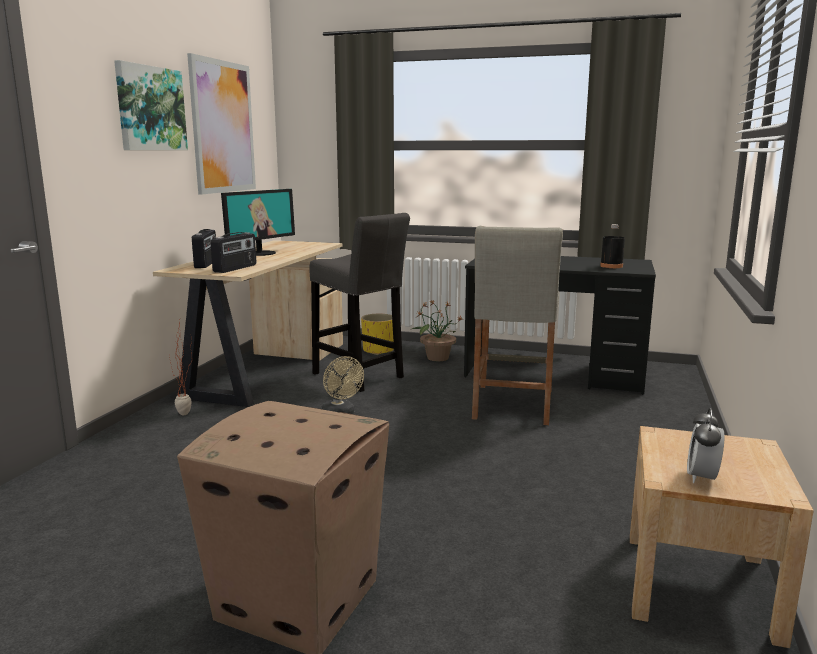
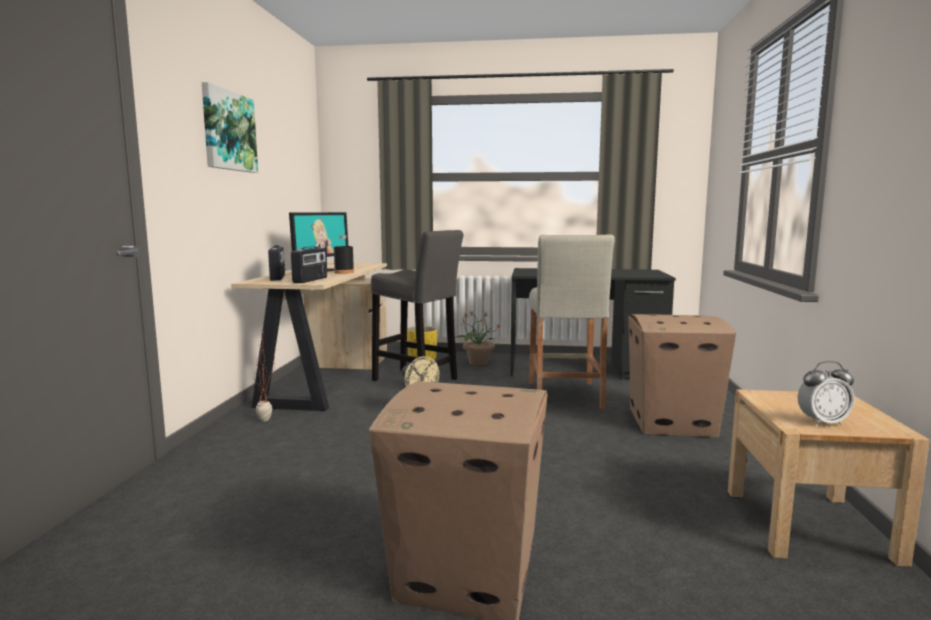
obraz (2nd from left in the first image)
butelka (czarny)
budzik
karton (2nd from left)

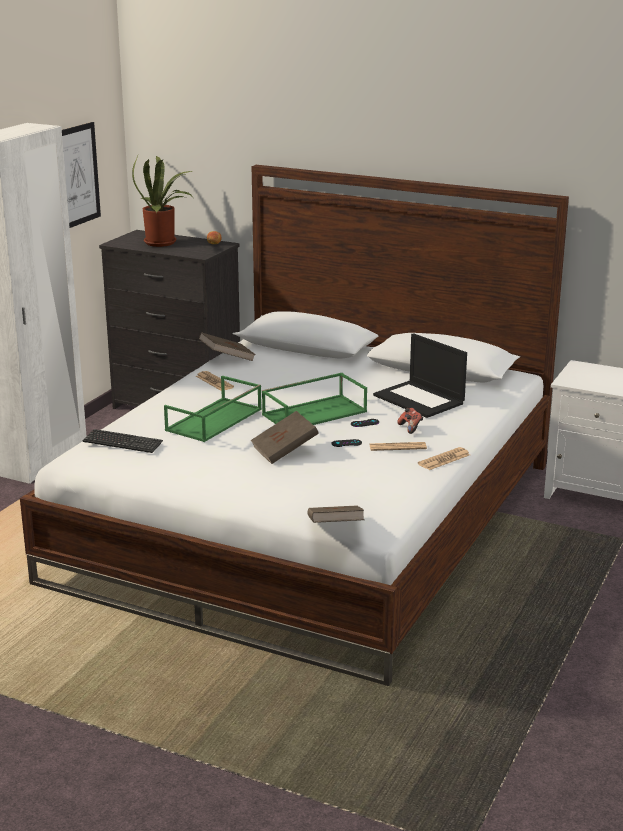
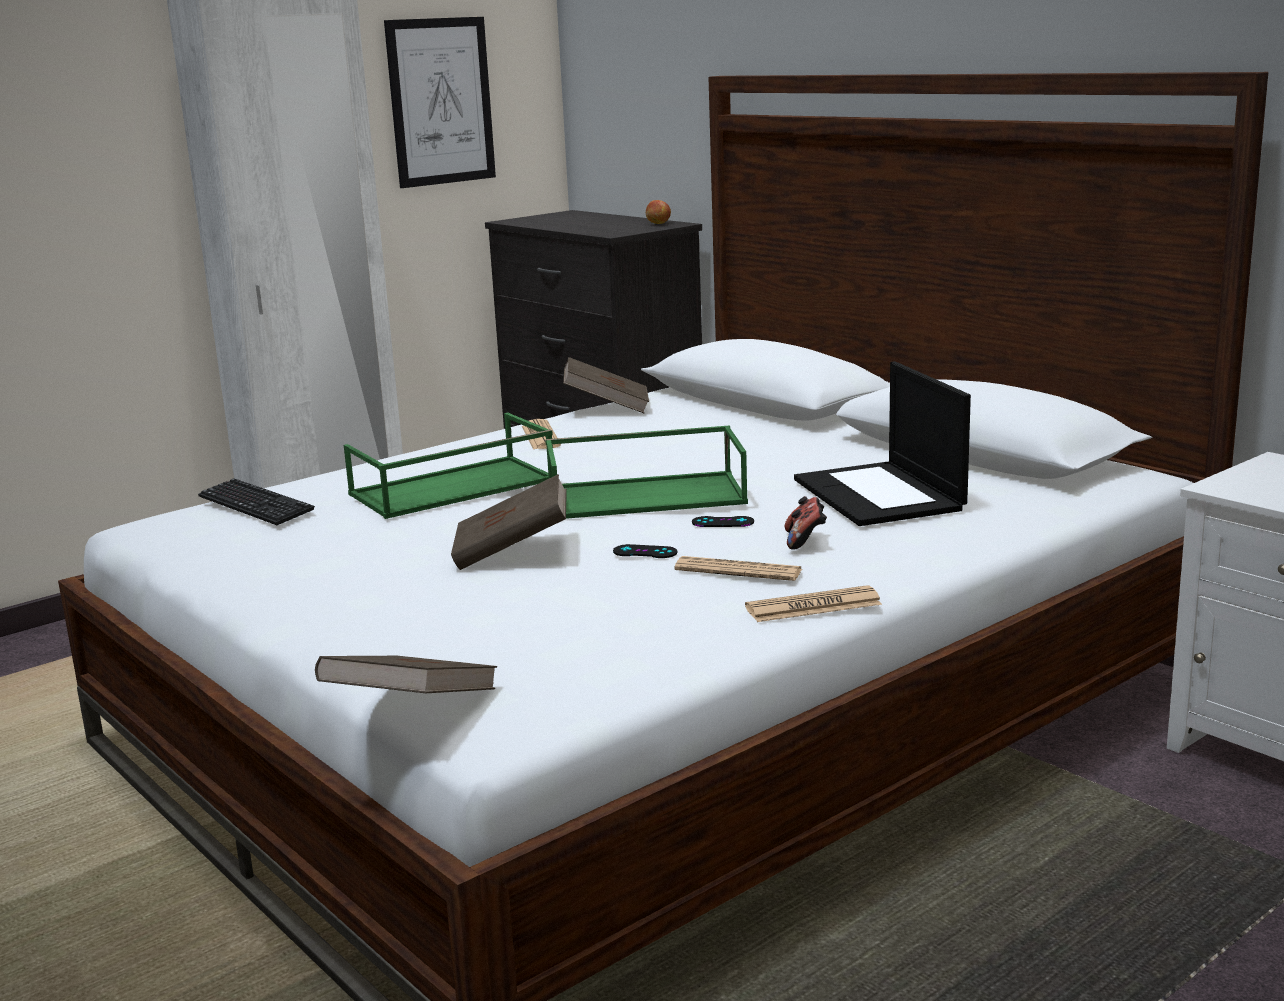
roślina doniczkowa

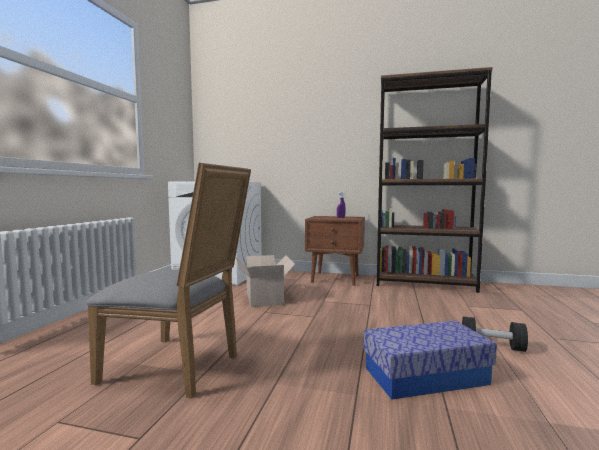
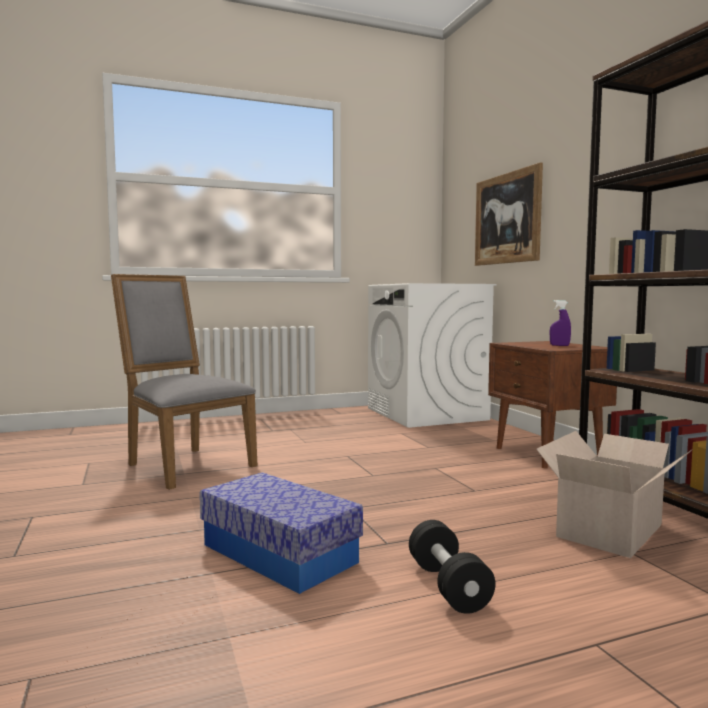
krzesło (szary)
karton
obraz

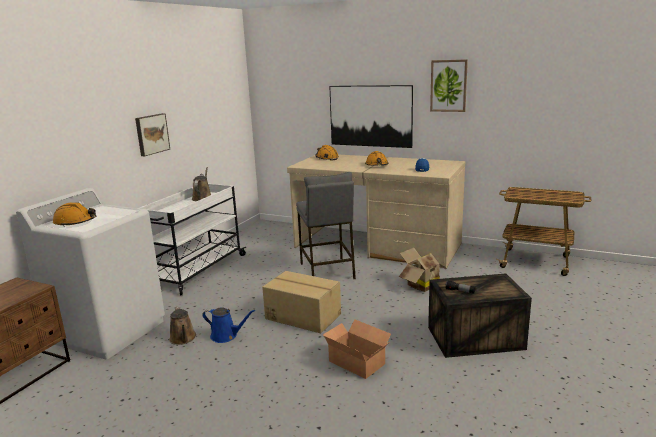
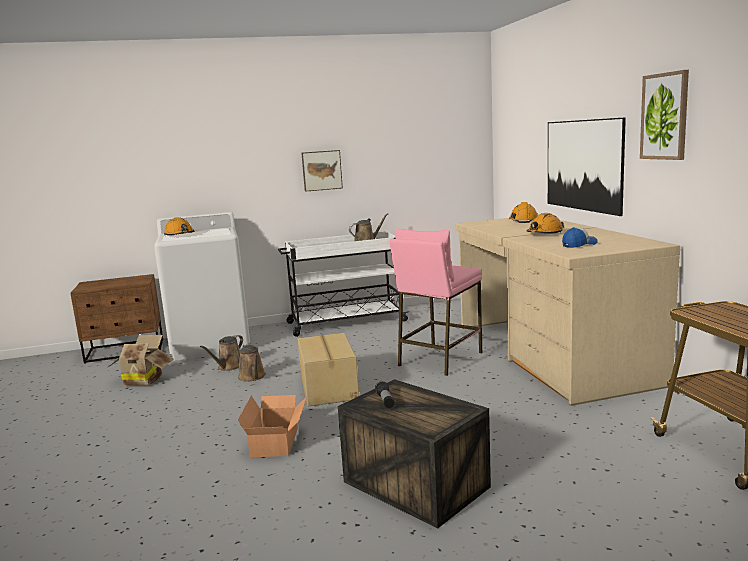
konewka (brązowy) (2nd from left)
stołek (różowy)
karton (1st from left)

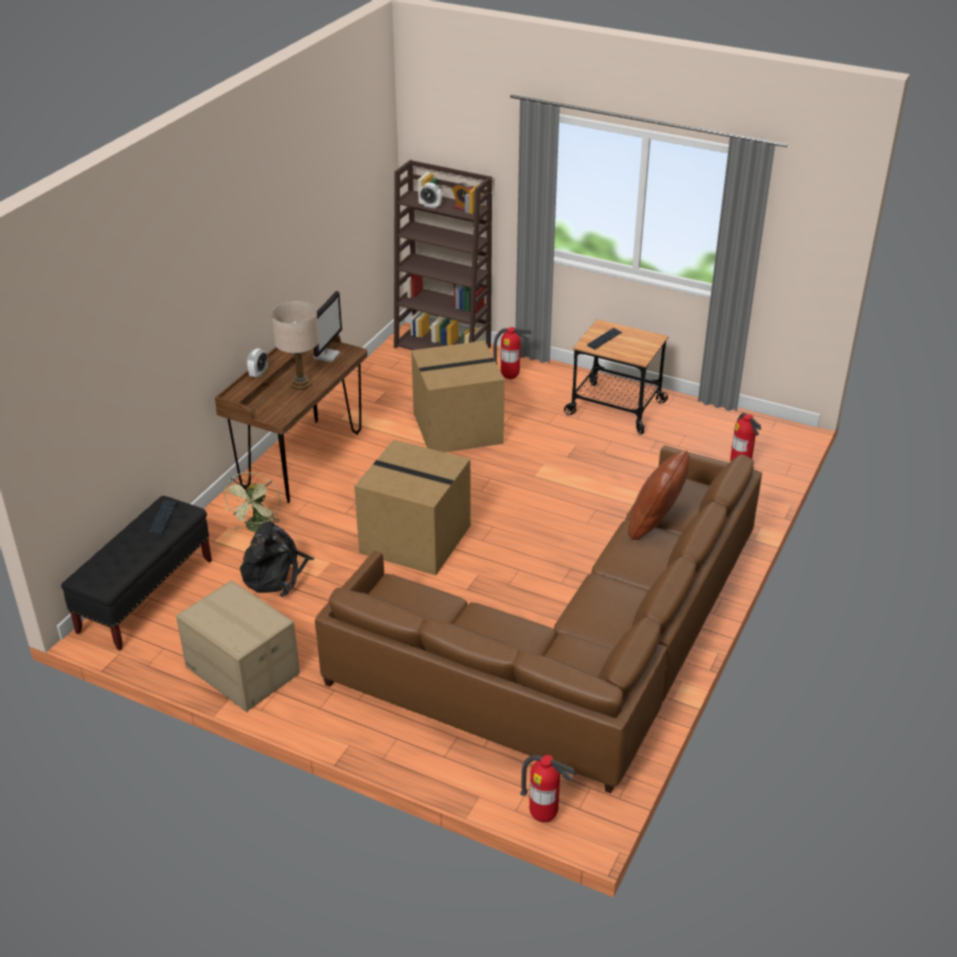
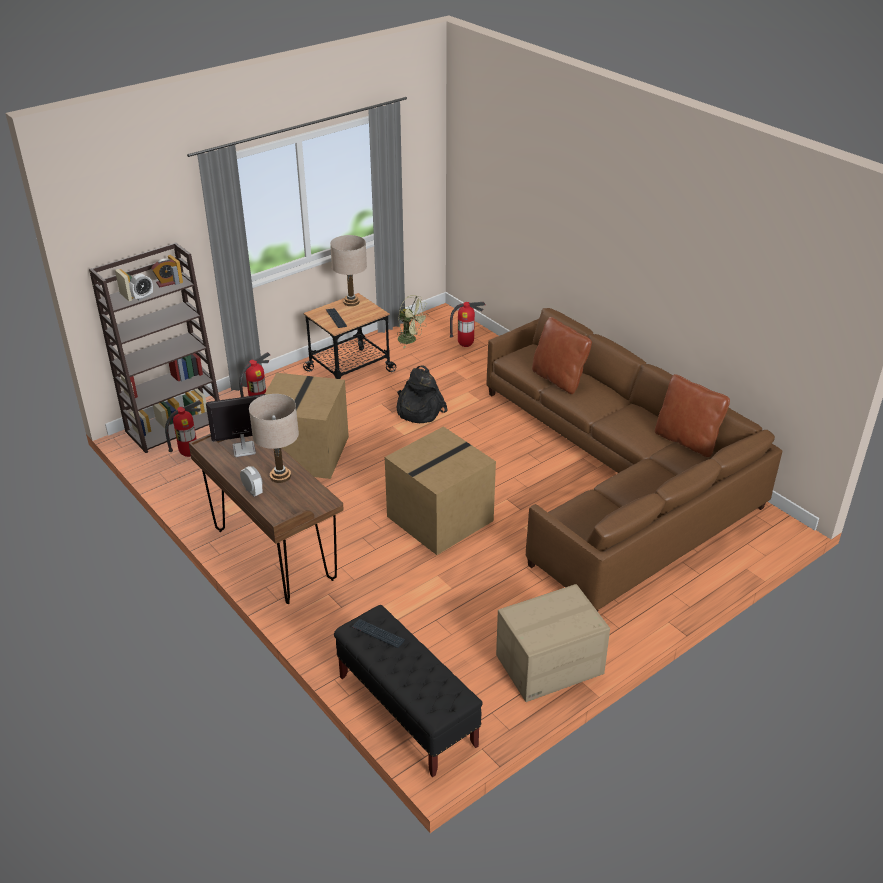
wentylator (zielony)
plecak (czarny)
monitor
gaśnica (1st from left)
lampa stołowa (beżowy) (2nd from left)
poduszka (brązowy) (2nd from left)

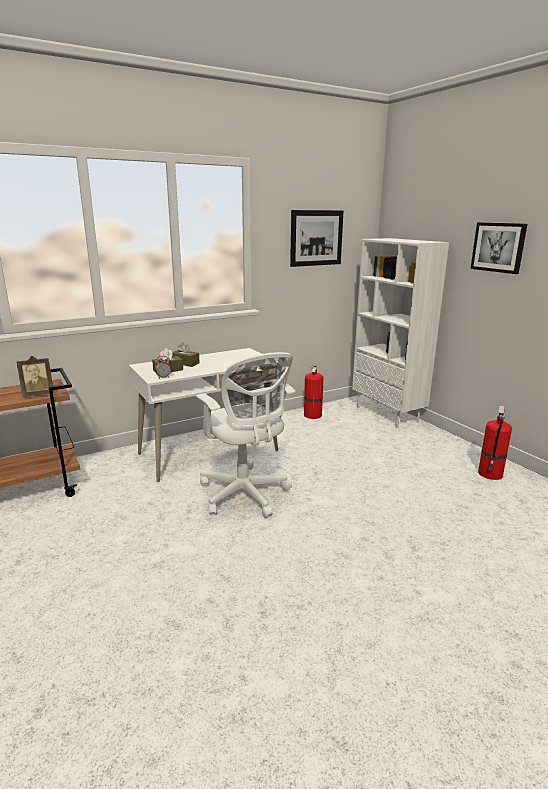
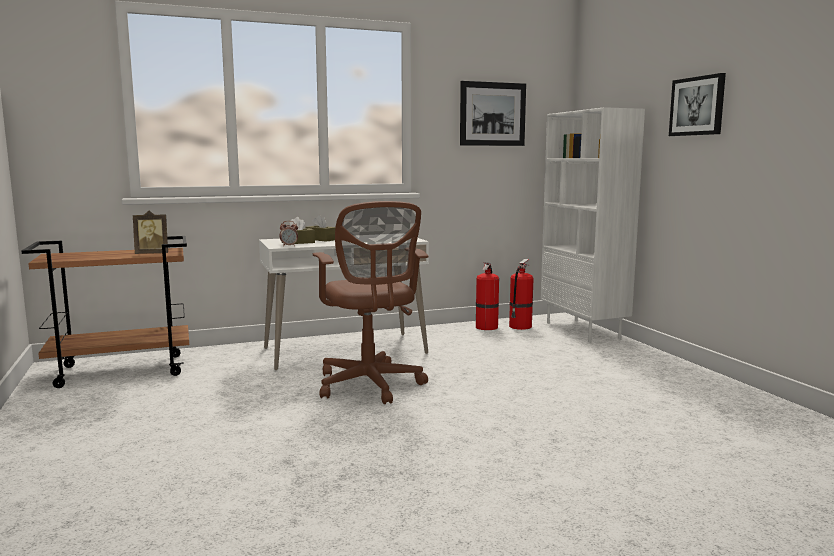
krzesło biurowe (brązowy)
gaśnica (2nd from left)

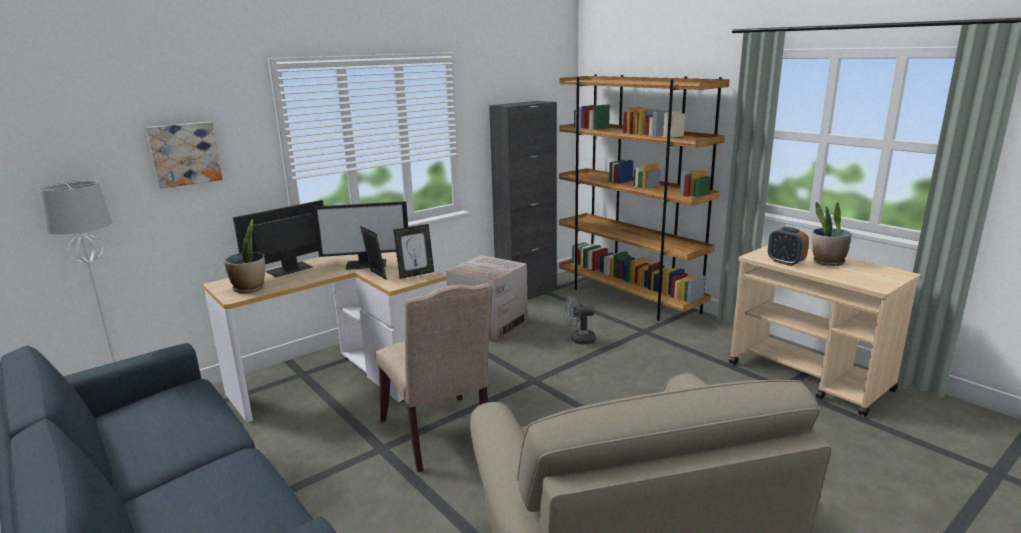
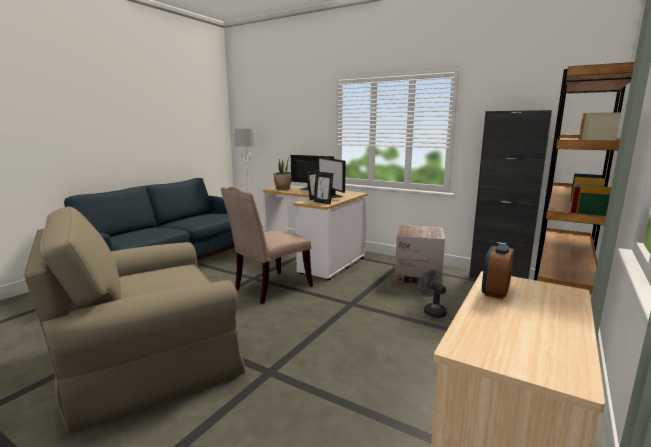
obraz
roślina doniczkowa (2nd from left in the first image)

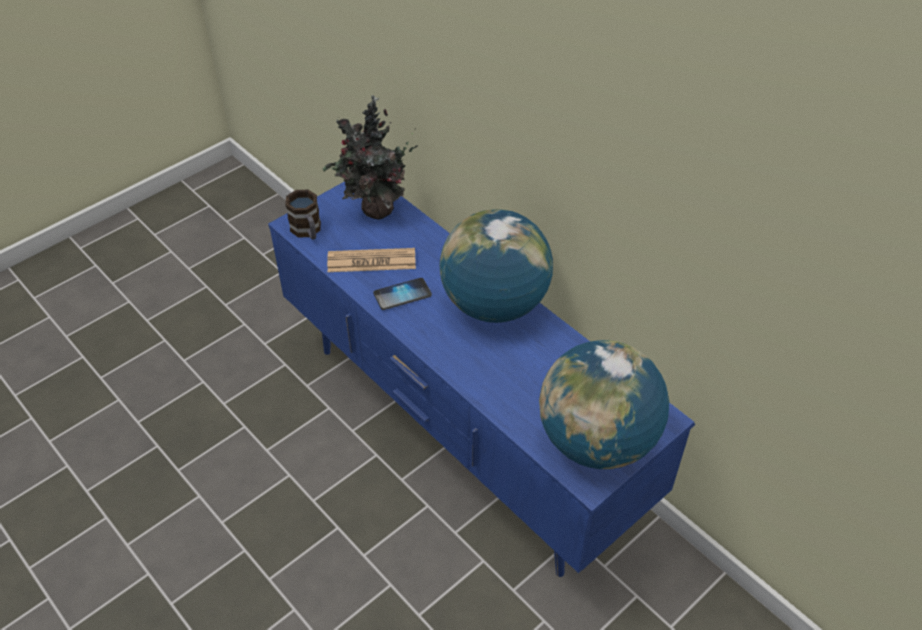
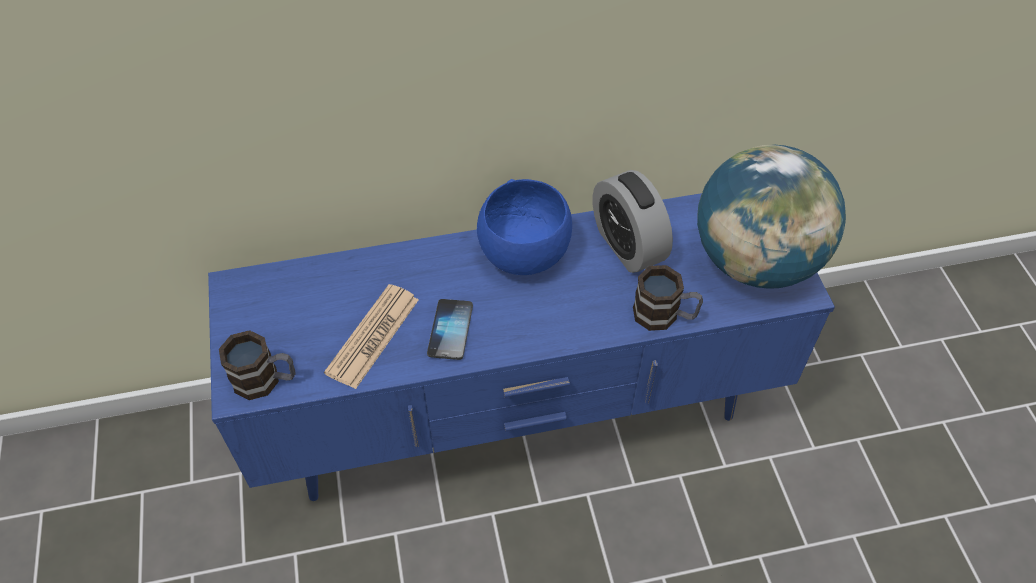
roślina doniczkowa
miska (niebieski)
budzik
kubek (2nd from left)

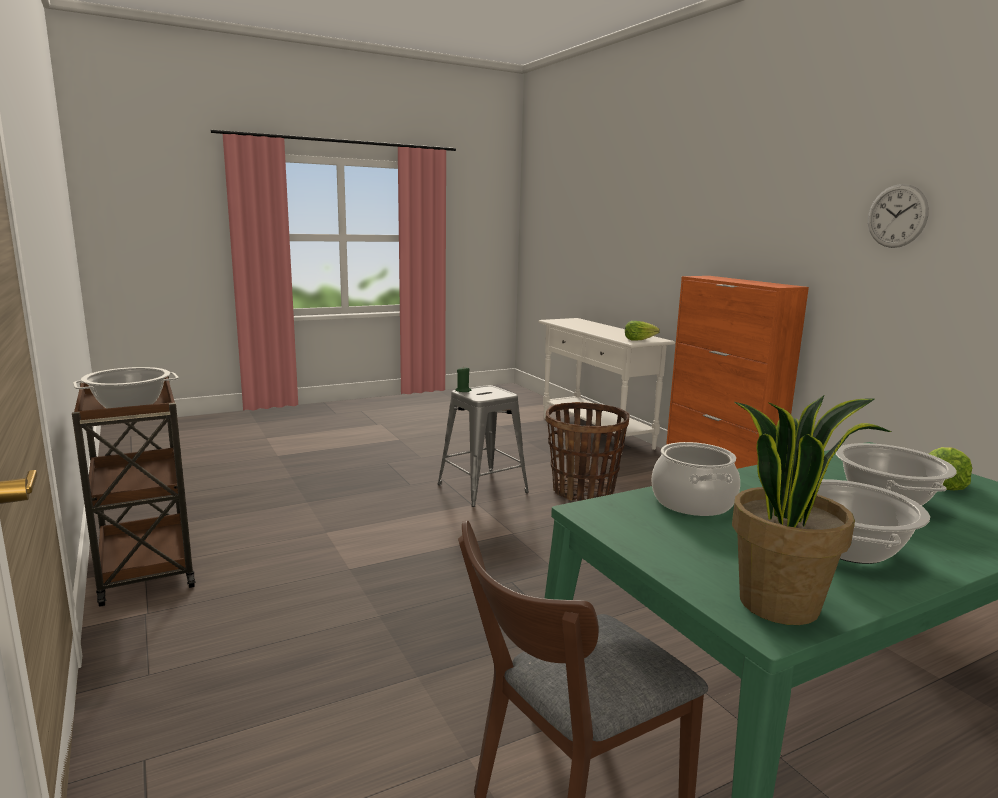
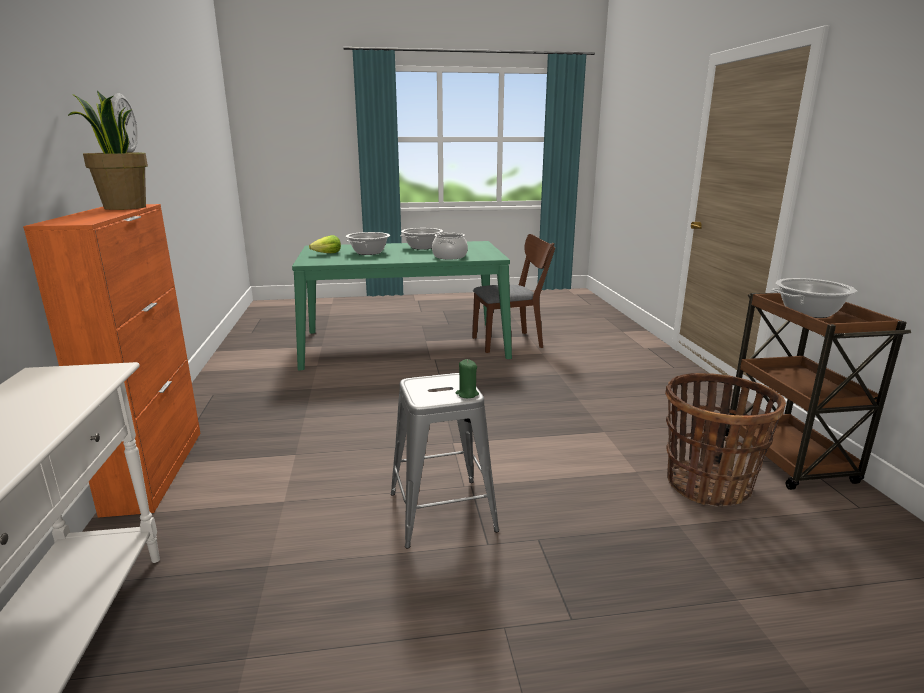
koszyk
sałata (1st from left in the first image)
roślina doniczkowa

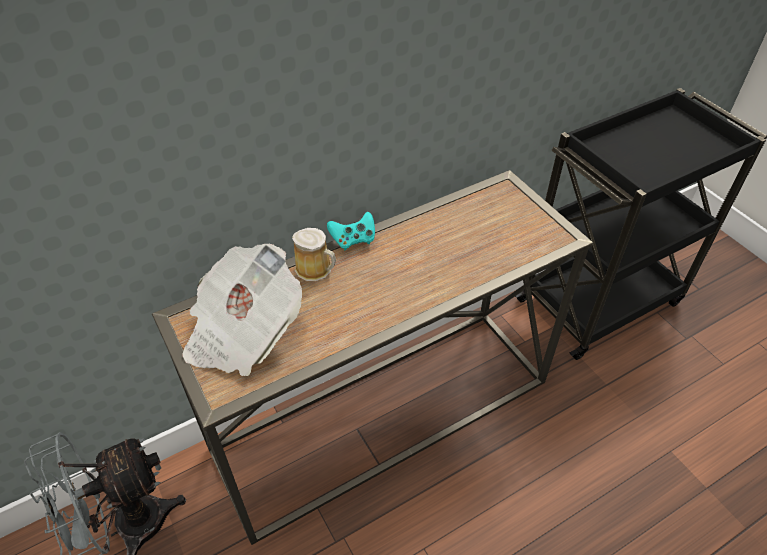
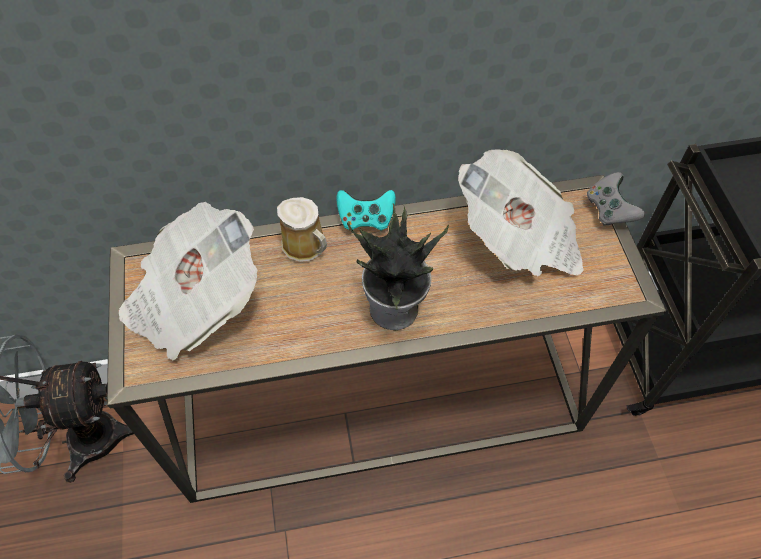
roślina doniczkowa
gazeta (2nd from left)
pad do gier (szary)

